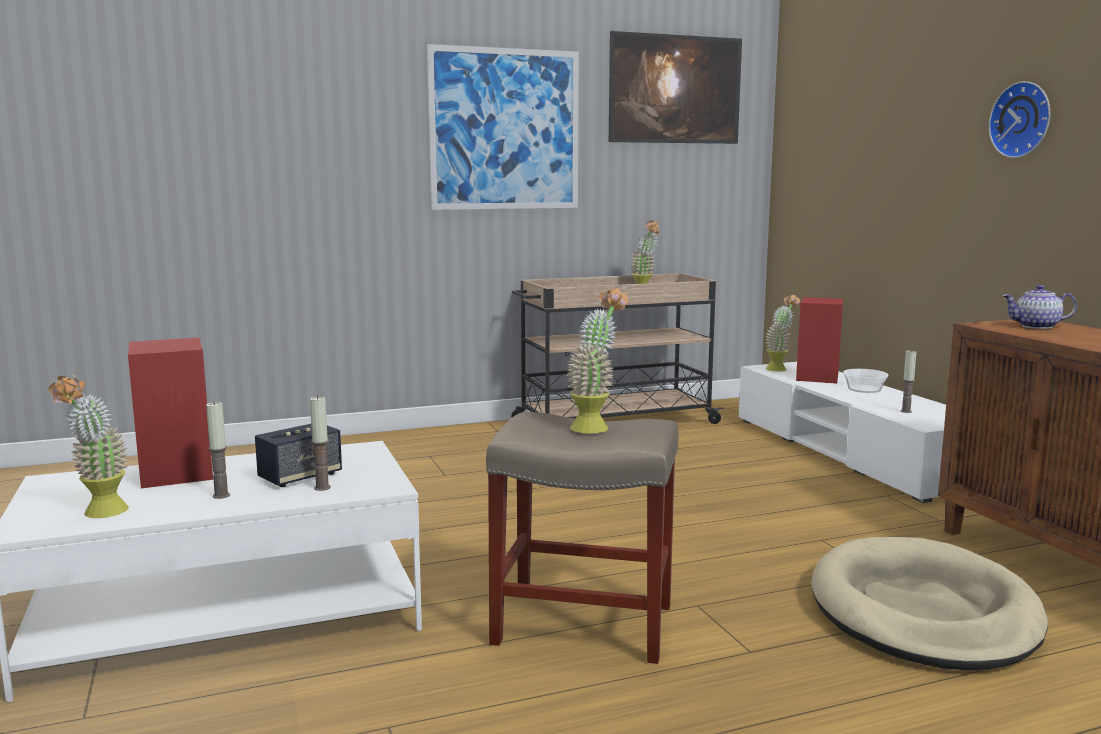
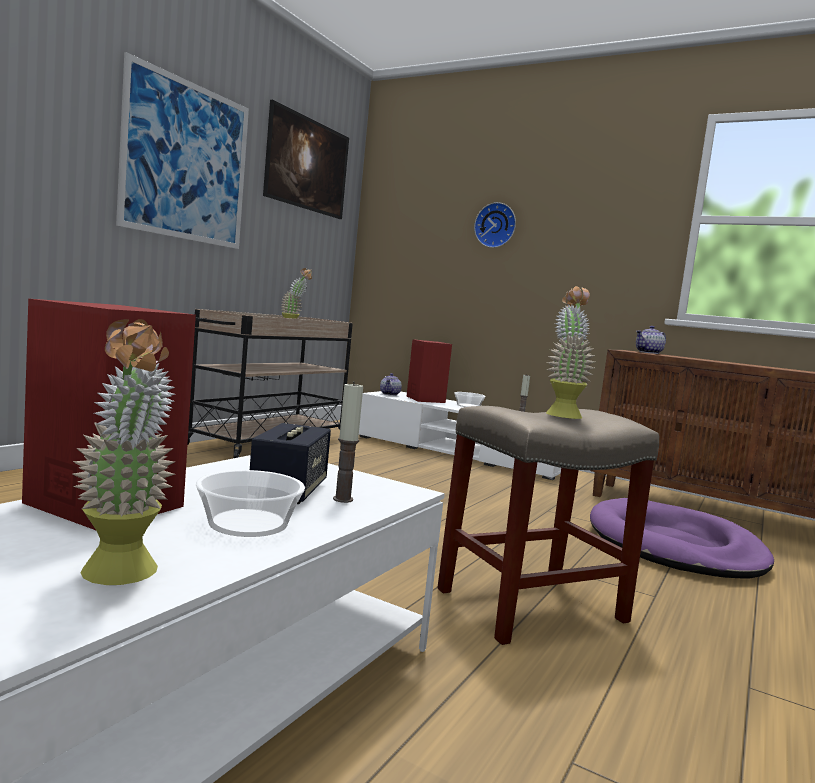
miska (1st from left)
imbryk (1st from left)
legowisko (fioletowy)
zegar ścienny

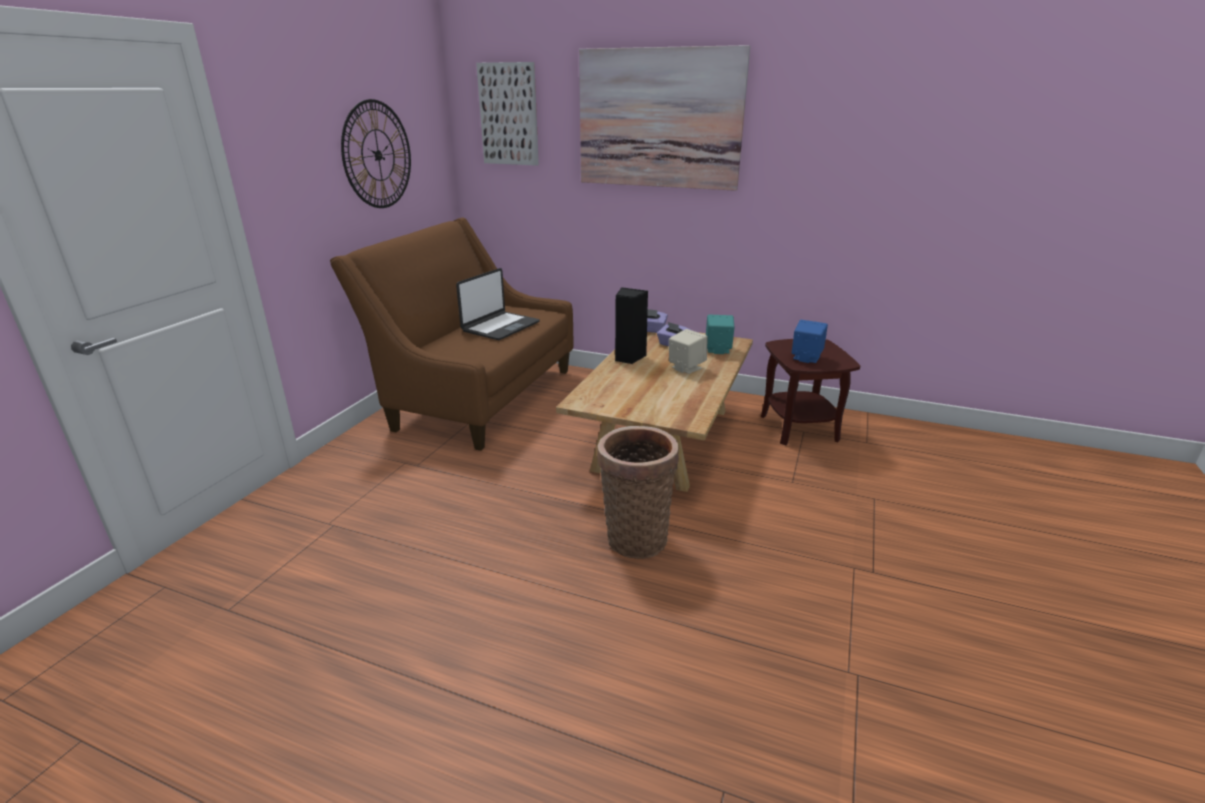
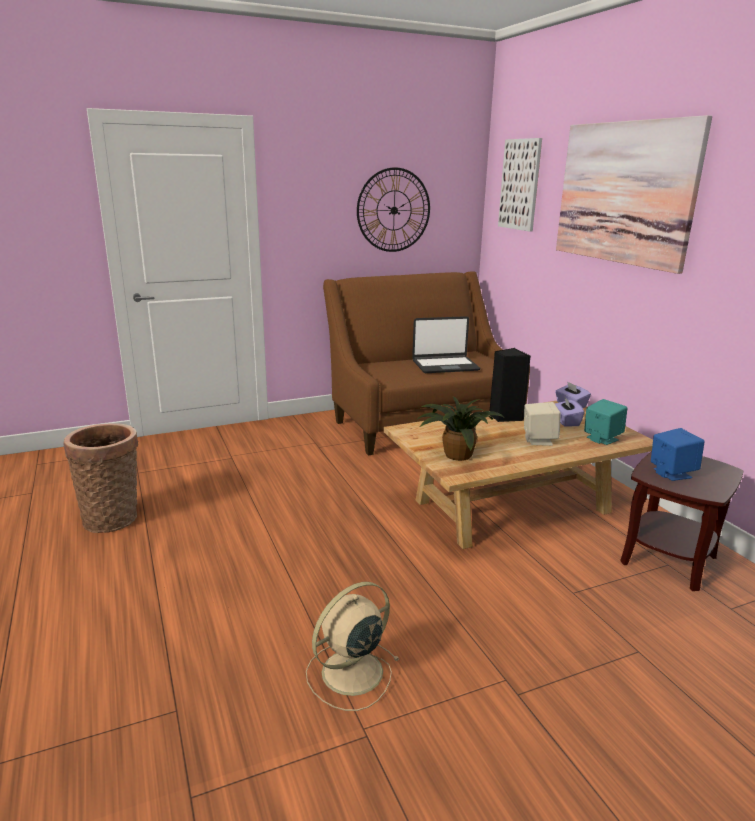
koszyk
wentylator (beżowy)
roślina doniczkowa

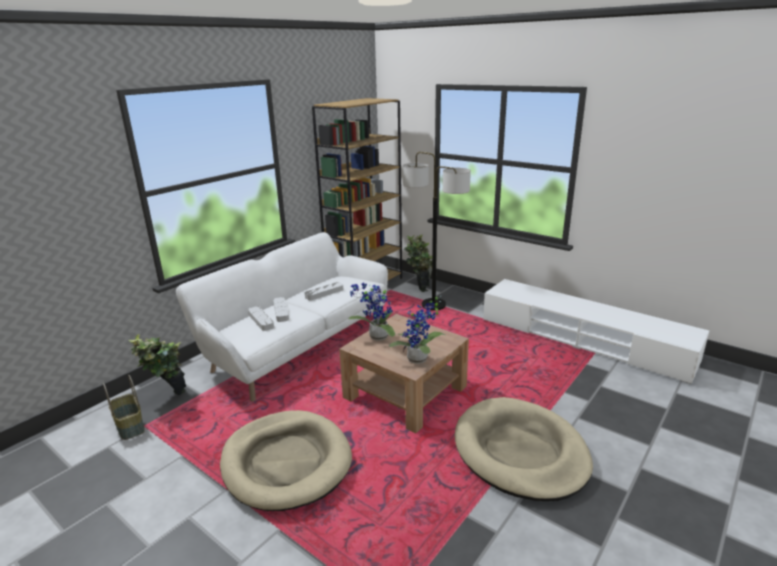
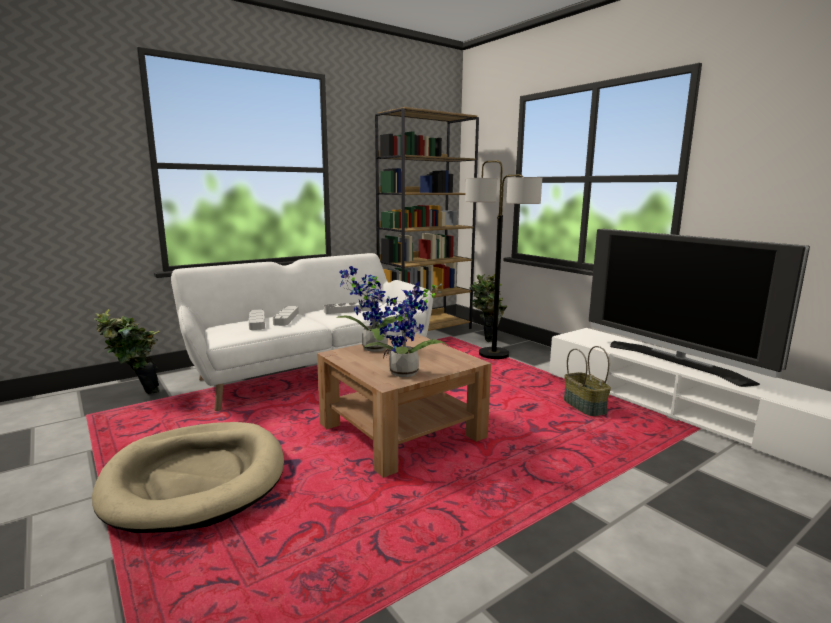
koszyk
legowisko (beżowy) (2nd from left in the first image)
telewizor

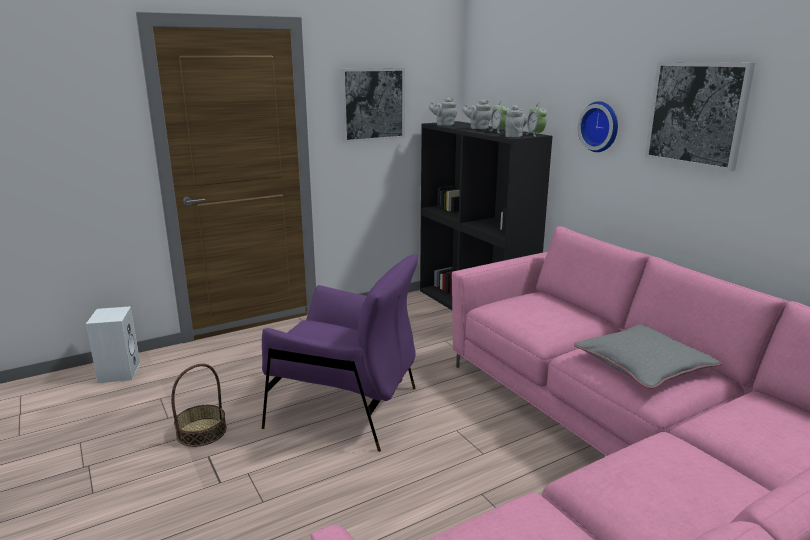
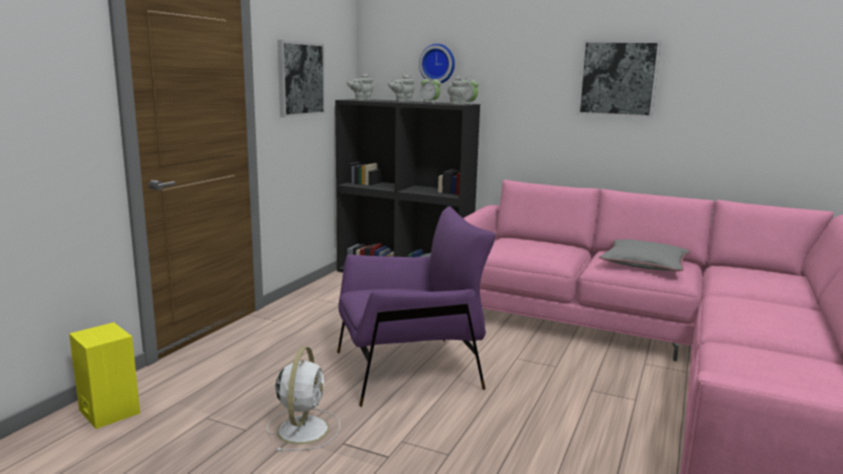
głośnik (żółty)
wentylator (biały)
zegar ścienny

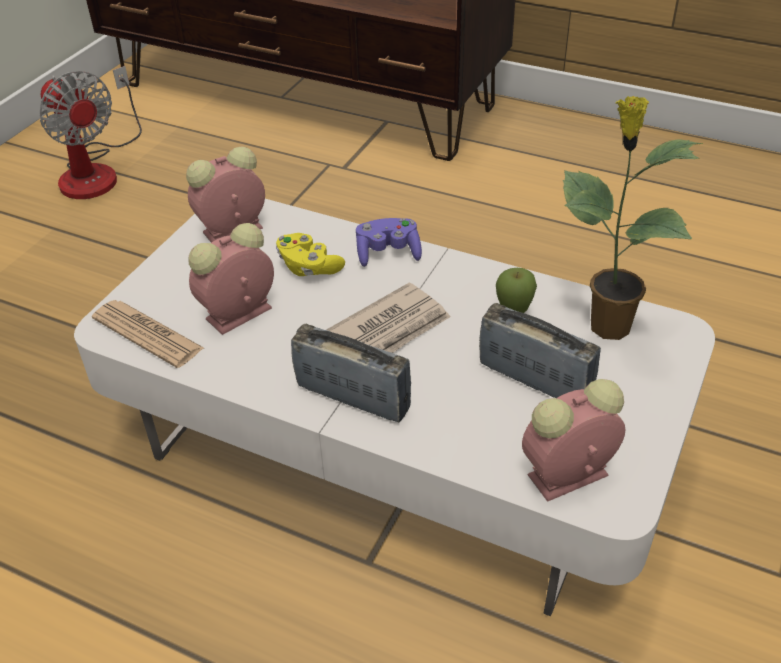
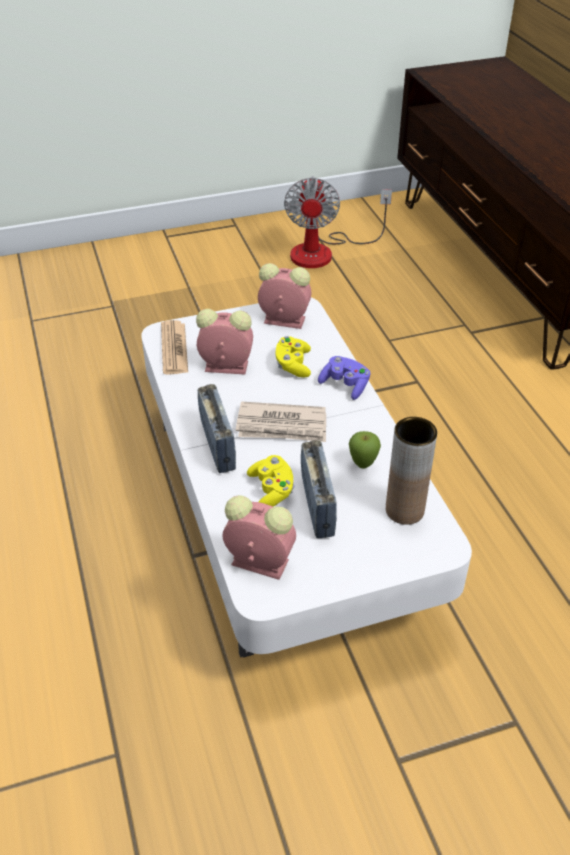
wazon (brązowy)
pad do gier (żółty) (1st from left)

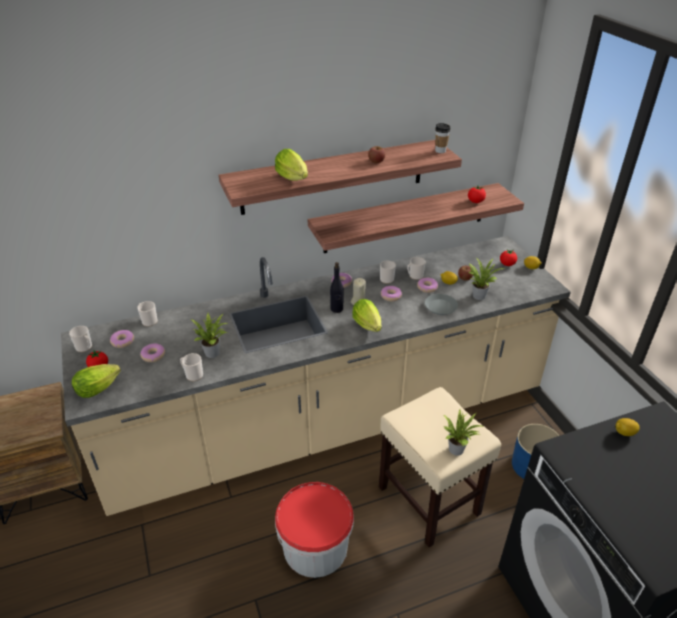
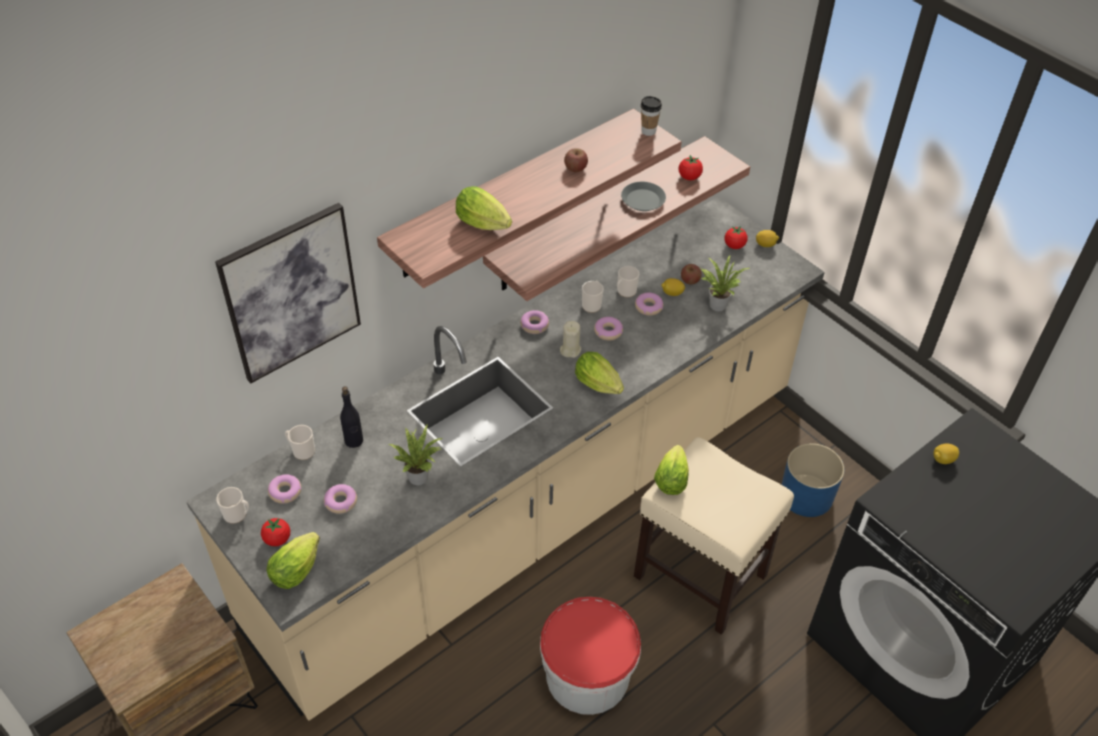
kubek (3rd from left in the first image)
butelka (czarny)
talerz (szary)
roślina doniczkowa (2nd from left in the first image)
obraz
sałata (4th from left)

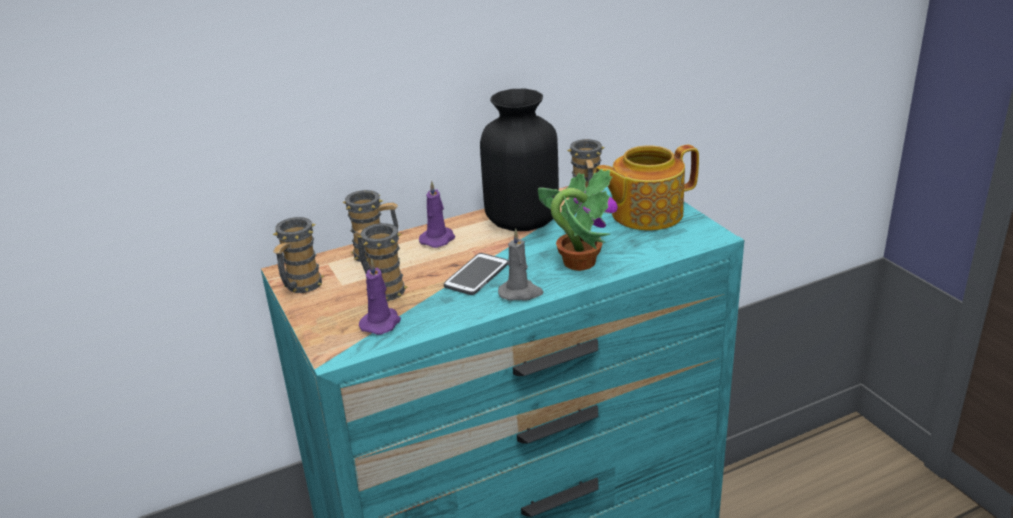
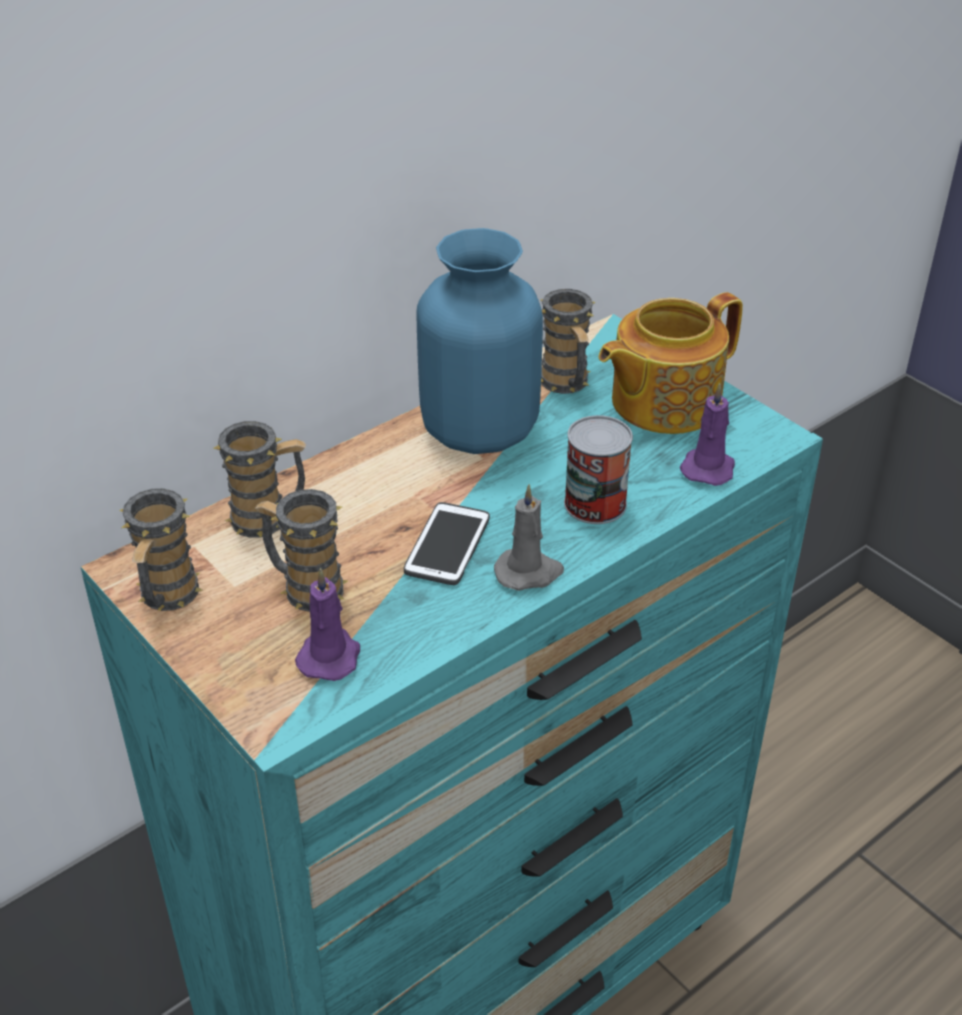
świeca (fioletowy) (2nd from left)
wazon (niebieski)
puszka

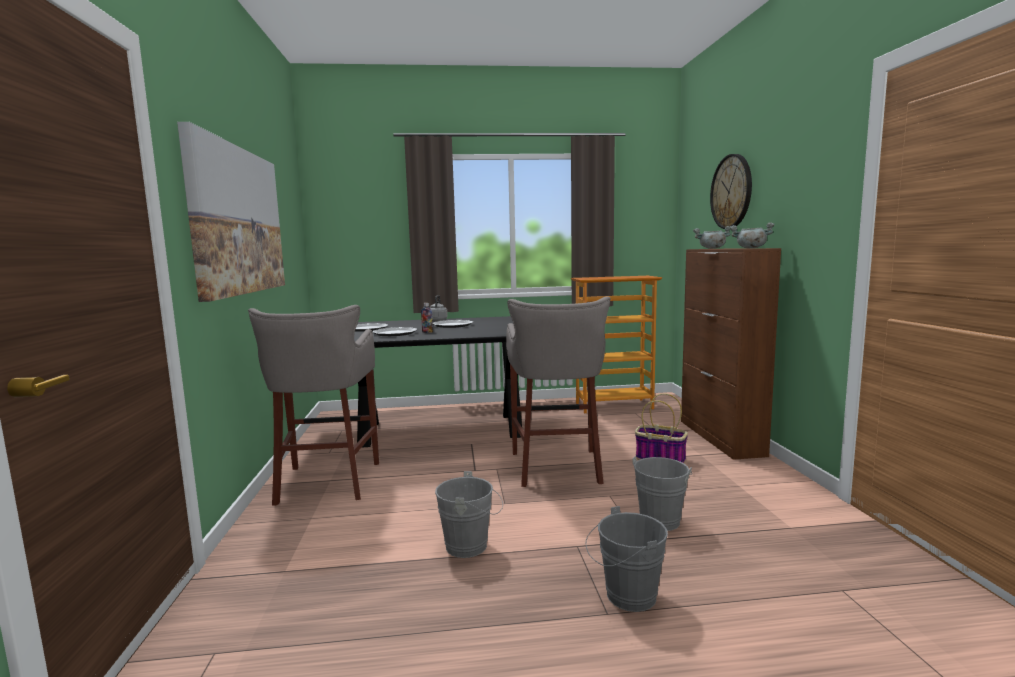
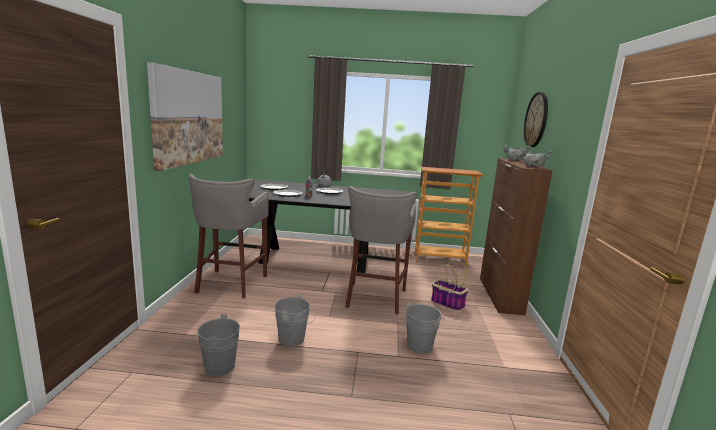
wiadro (szary) (1st from left)

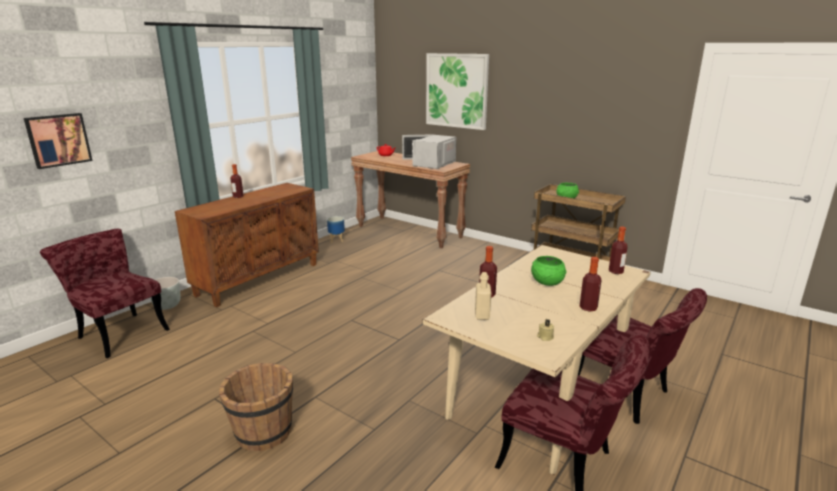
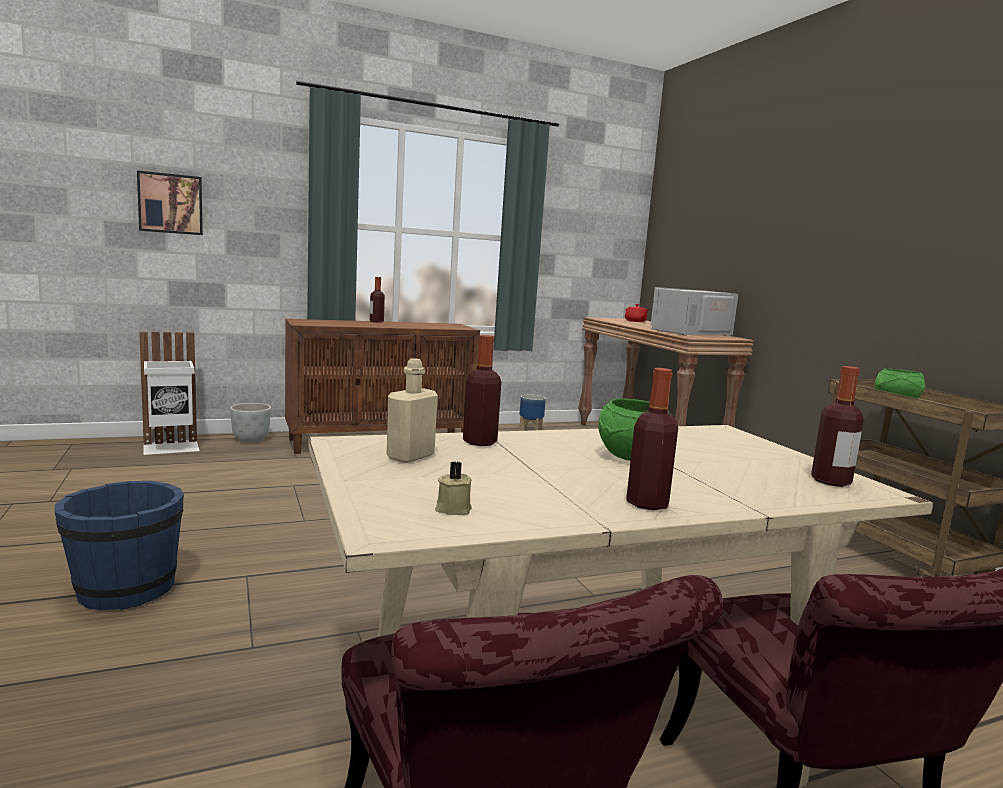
kosz na śmieci (biały)
wiadro (niebieski)
obraz (2nd from left in the first image)

